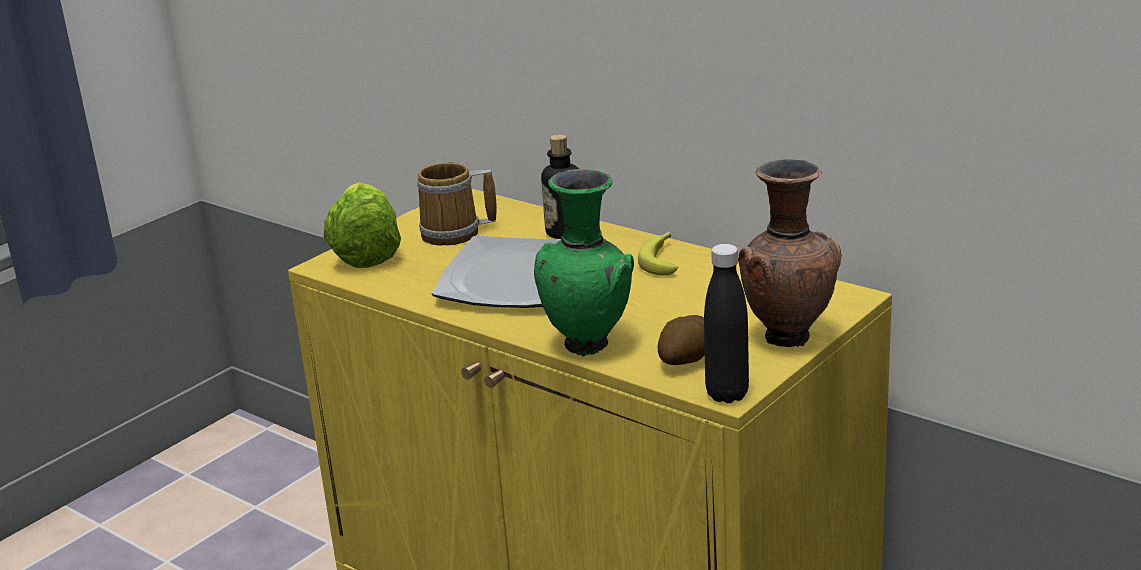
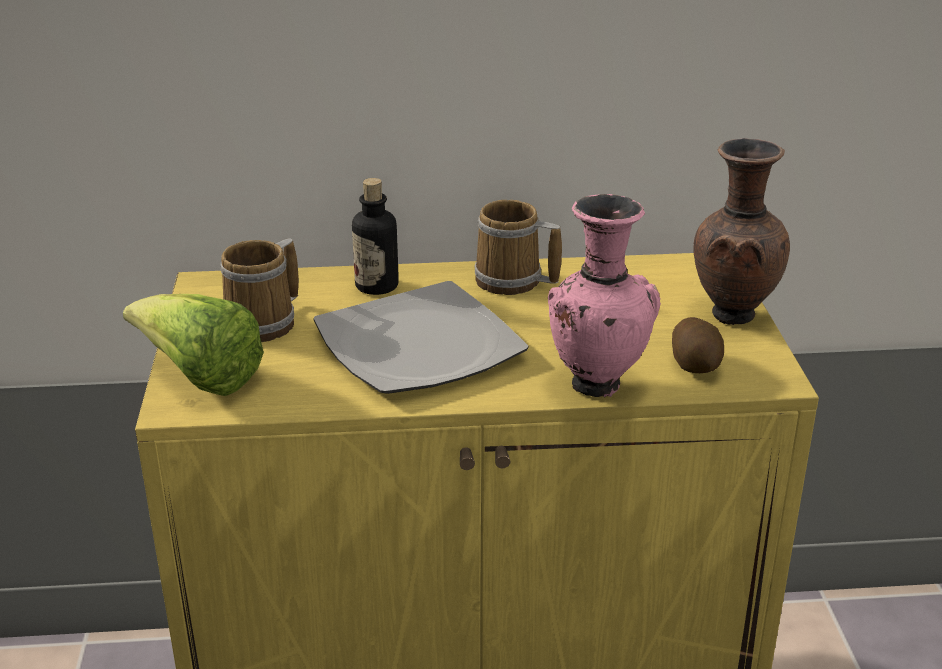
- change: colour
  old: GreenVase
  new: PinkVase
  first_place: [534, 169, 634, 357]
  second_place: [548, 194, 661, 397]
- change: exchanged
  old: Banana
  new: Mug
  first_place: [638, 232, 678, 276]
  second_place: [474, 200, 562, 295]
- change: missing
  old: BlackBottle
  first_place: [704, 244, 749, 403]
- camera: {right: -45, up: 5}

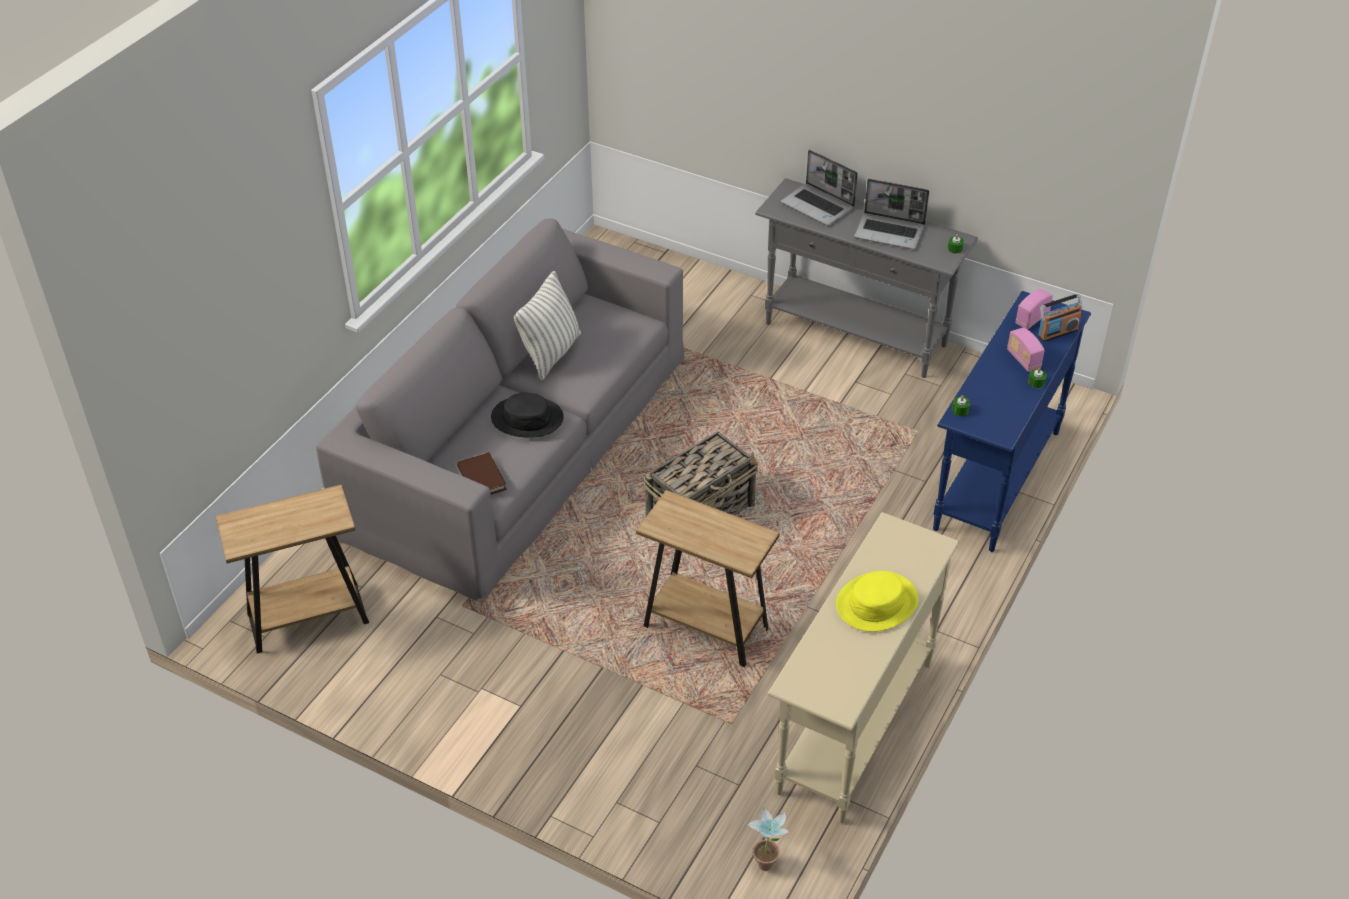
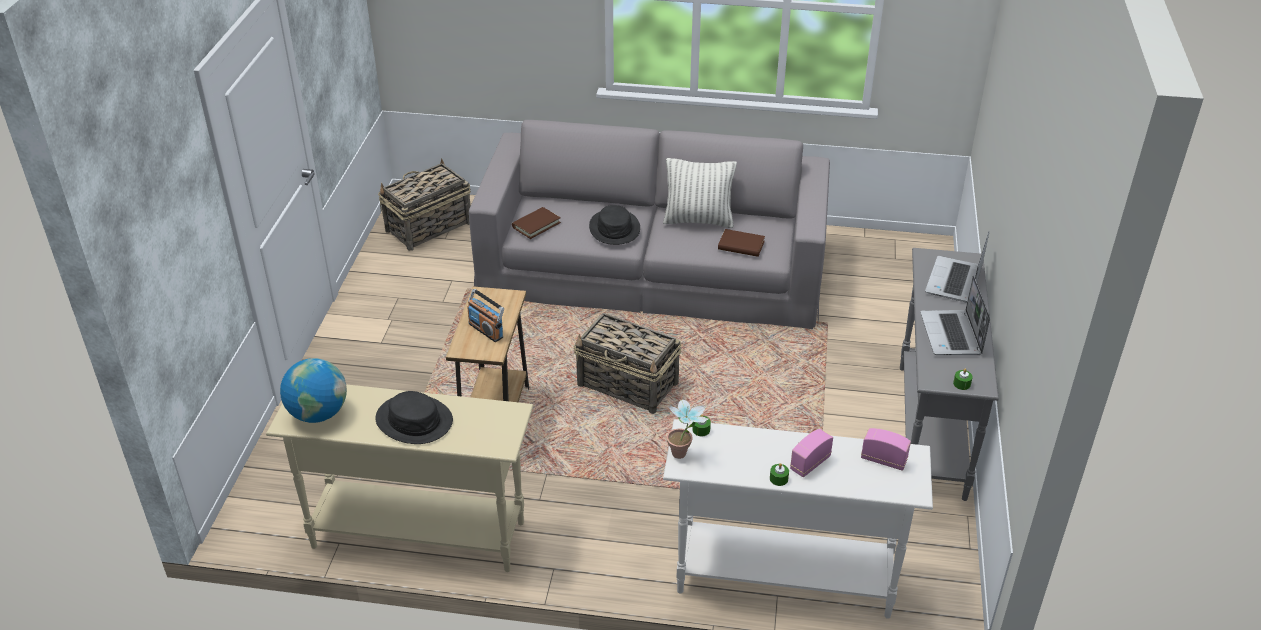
- change: colour
  old: BlueConsoleTable
  new: WhiteConsoleTable
  first_place: [933, 291, 1091, 552]
  second_place: [663, 419, 933, 619]
- change: relocated
  old: Radio
  first_place: [1038, 294, 1082, 342]
  second_place: [467, 289, 504, 342]
- change: exchanged
  old: BrownSideTable
  new: Basket
  first_place: [216, 485, 369, 654]
  second_place: [378, 158, 471, 251]
- change: colour
  old: YellowHat
  new: BlackHat
  first_place: [836, 571, 918, 632]
  second_place: [375, 391, 453, 444]
- change: relocated
  old: PottedPlant
  first_place: [748, 807, 789, 871]
  second_place: [667, 400, 709, 459]
- change: appeared
  new: BrownBook
  second_place: [718, 229, 765, 257]
- change: appeared
  new: Globe
  second_place: [280, 358, 347, 423]
- camera: {right: 70, up: -5}

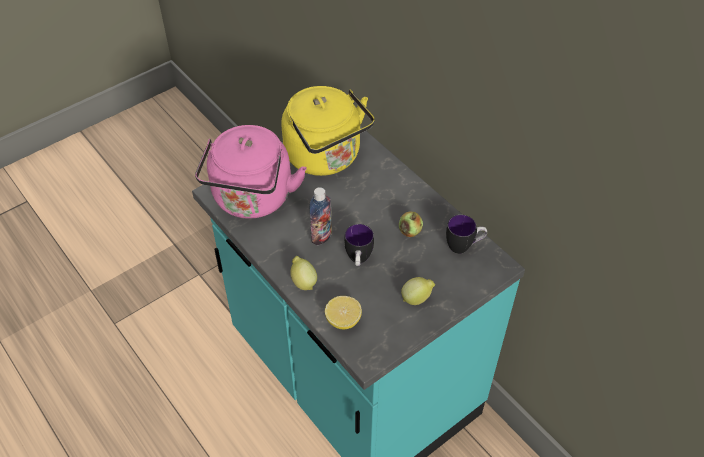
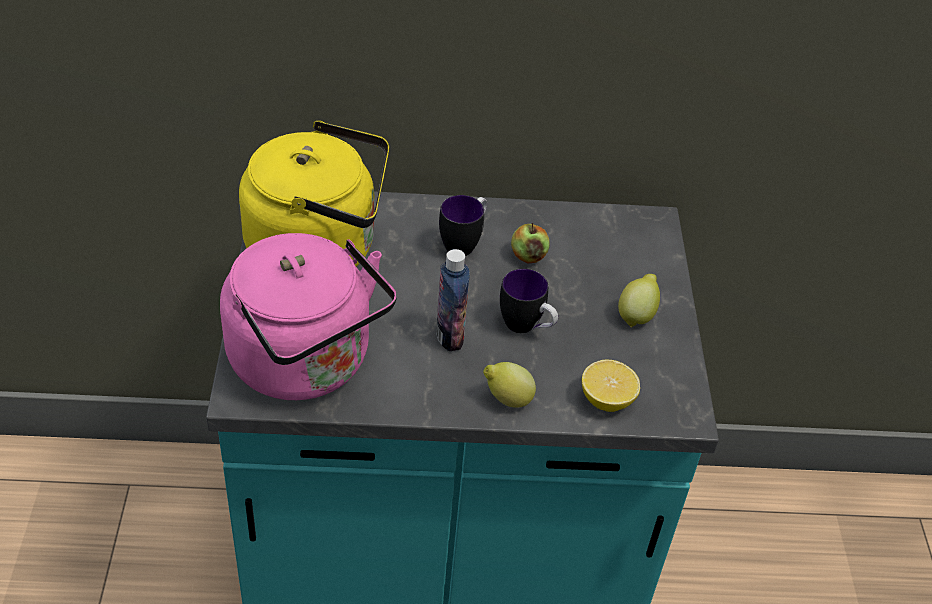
- change: relocated
  old: Mug
  first_place: [446, 215, 487, 254]
  second_place: [439, 195, 487, 256]
- camera: {right: -55, up: -5}

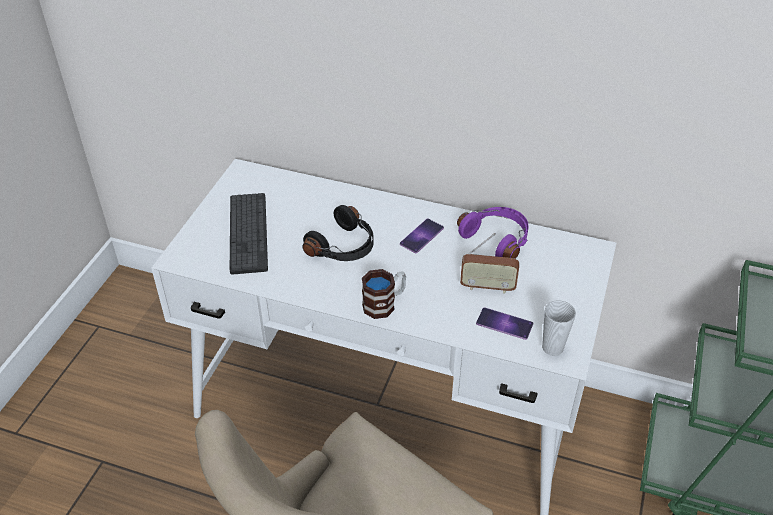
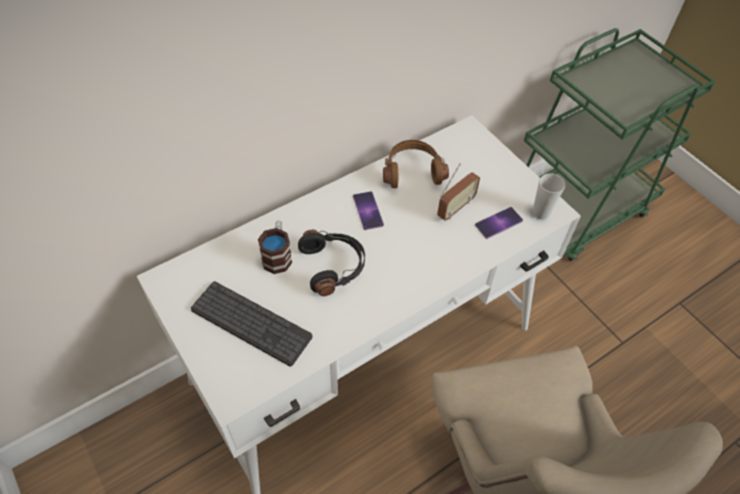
- change: colour
  old: PurpleHeadphones
  new: BrownHeadphones
  first_place: [457, 207, 529, 259]
  second_place: [383, 140, 449, 188]
- change: relocated
  old: Mug
  first_place: [362, 269, 406, 319]
  second_place: [258, 221, 292, 274]
- camera: {right: -55, up: 10}

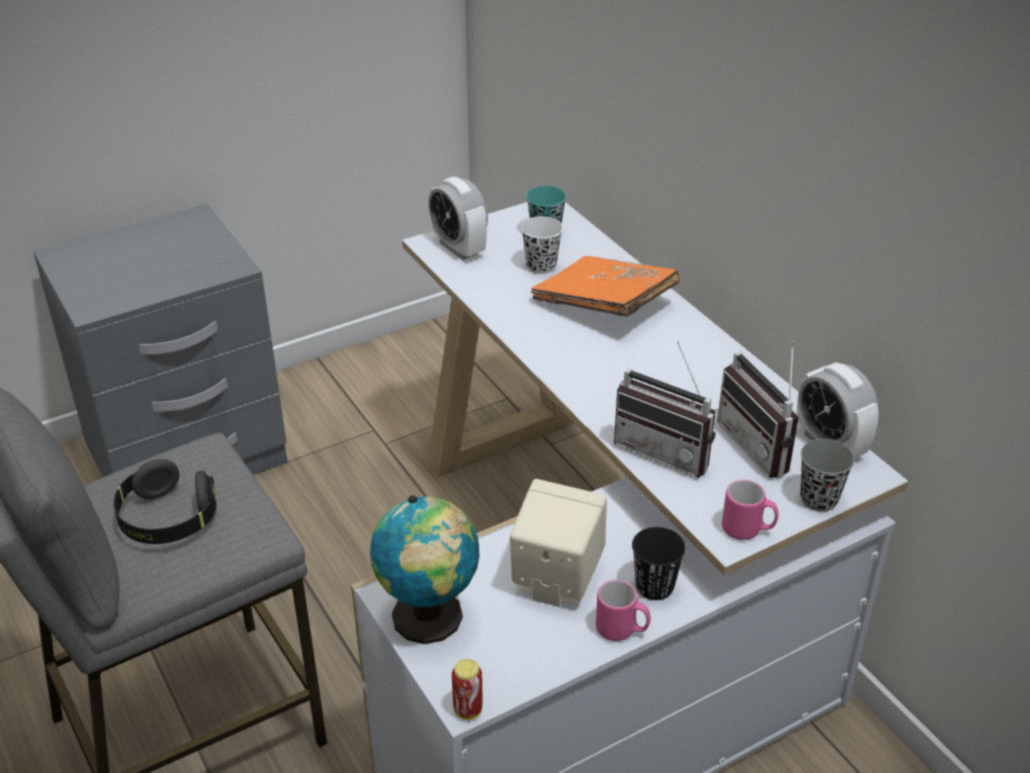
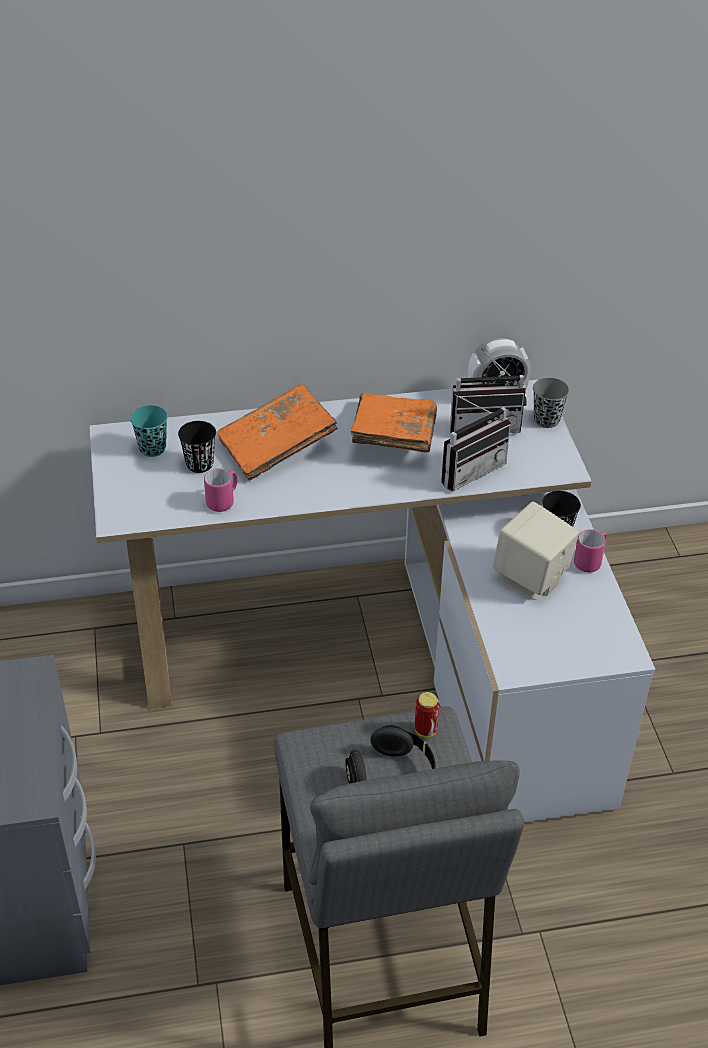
- change: missing
  old: AlarmClock
  first_place: [428, 177, 488, 260]
- change: colour
  old: WhiteCup
  new: BlackCup
  first_place: [521, 216, 563, 274]
  second_place: [178, 421, 216, 473]
- change: relocated
  old: PinkMug
  first_place: [722, 480, 779, 540]
  second_place: [204, 469, 238, 512]
- change: missing
  old: Globe
  first_place: [370, 495, 479, 644]
- change: relocated
  old: Can
  first_place: [452, 659, 482, 720]
  second_place: [415, 692, 440, 737]
- change: appeared
  new: OrangeBook
  second_place: [351, 392, 437, 453]
- camera: {right: -70, up: 5}

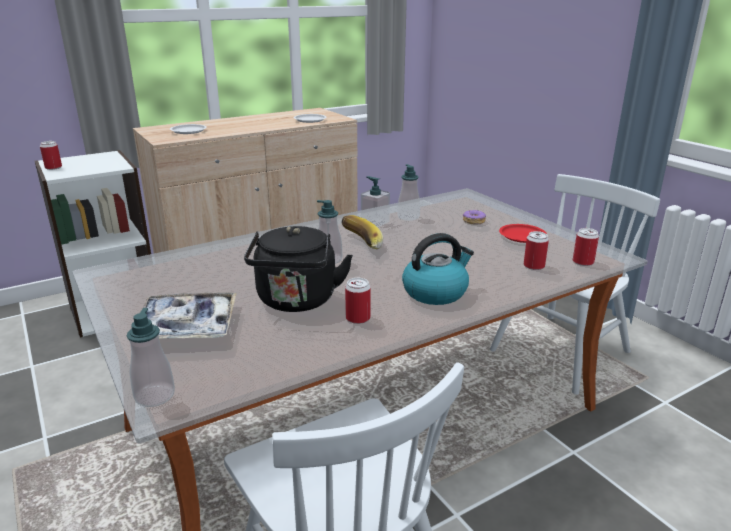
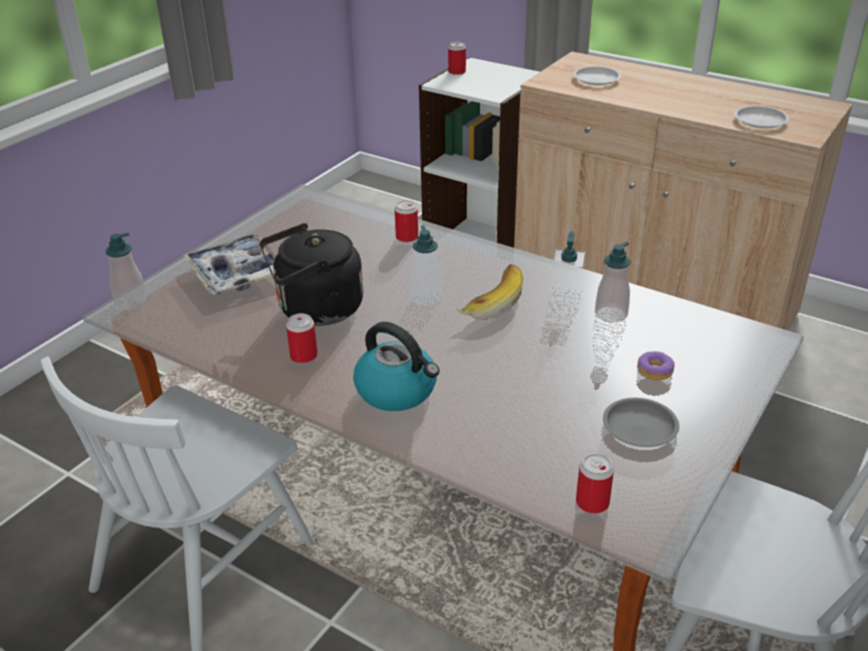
- change: colour
  old: RedPlate
  new: GreyPlate
  first_place: [499, 224, 547, 243]
  second_place: [603, 398, 679, 447]
- change: relocated
  old: Can
  first_place: [524, 231, 549, 270]
  second_place: [395, 200, 418, 242]
- camera: {right: 65, up: 10}

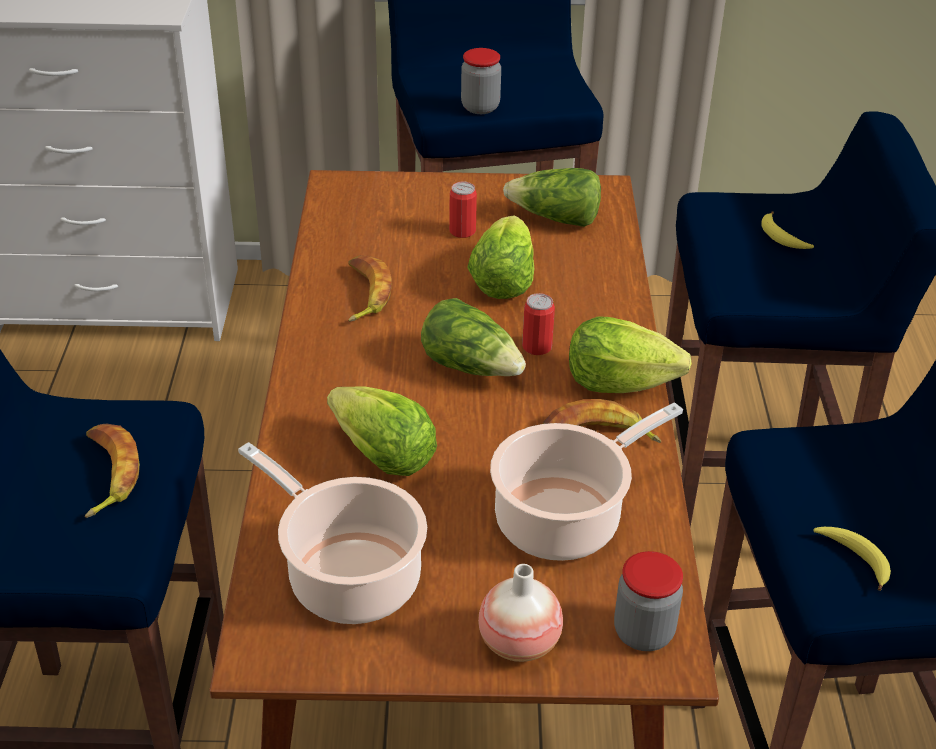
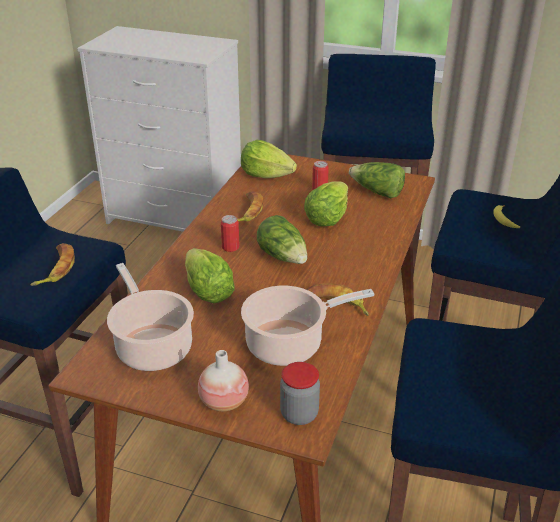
- change: missing
  old: Jar
  first_place: [461, 48, 501, 114]
- change: relocated
  old: Can
  first_place: [522, 293, 555, 355]
  second_place: [221, 215, 240, 252]
- change: relocated
  old: Lettuce
  first_place: [569, 316, 692, 393]
  second_place: [241, 140, 297, 178]
- change: missing
  old: Banana
  first_place: [813, 527, 891, 591]
- camera: {right: 20, up: -5}

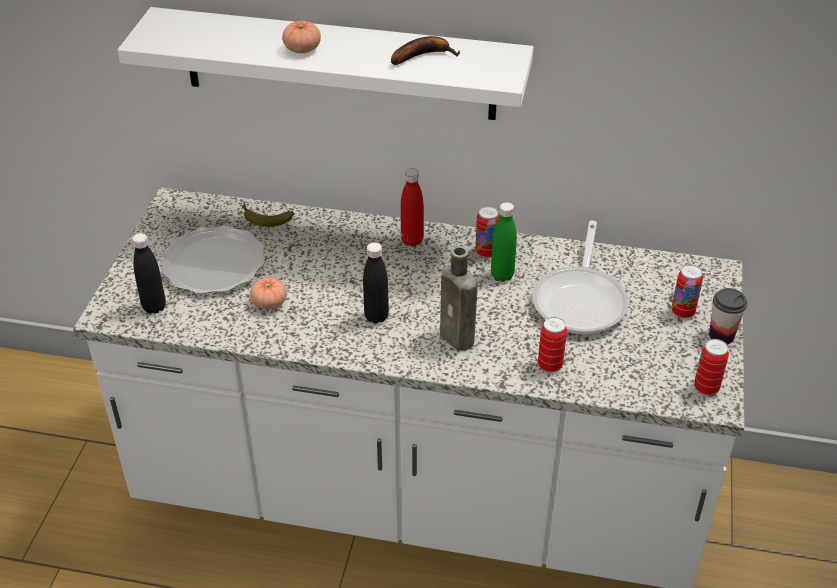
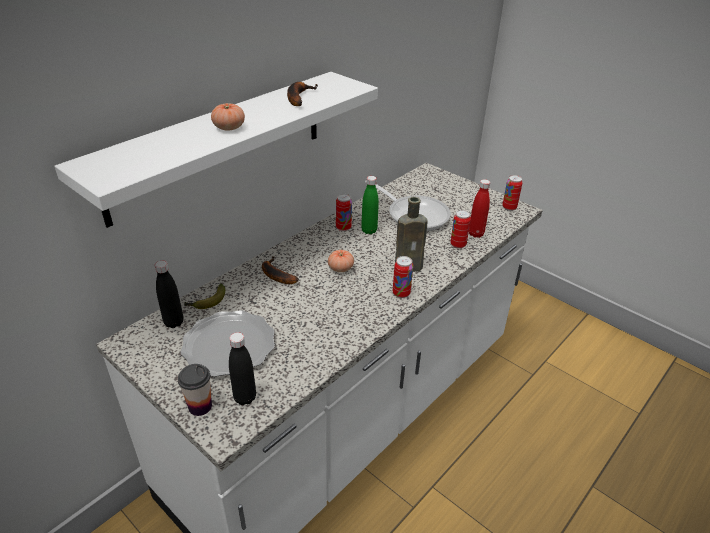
- change: relocated
  old: RedBottle
  first_place: [401, 169, 424, 247]
  second_place: [469, 179, 490, 238]
- change: relocated
  old: BlackBottle
  first_place: [363, 242, 389, 323]
  second_place: [155, 261, 183, 328]
- change: relocated
  old: Can
  first_place: [672, 265, 703, 319]
  second_place: [393, 256, 413, 298]
- change: relocated
  old: Tomato
  first_place: [250, 277, 287, 310]
  second_place: [328, 250, 354, 272]
- change: relocated
  old: Cup
  first_place: [709, 288, 748, 344]
  second_place: [178, 364, 212, 416]
- change: appeared
  new: Banana
  second_place: [262, 256, 299, 284]
- camera: {right: -60, up: -5}

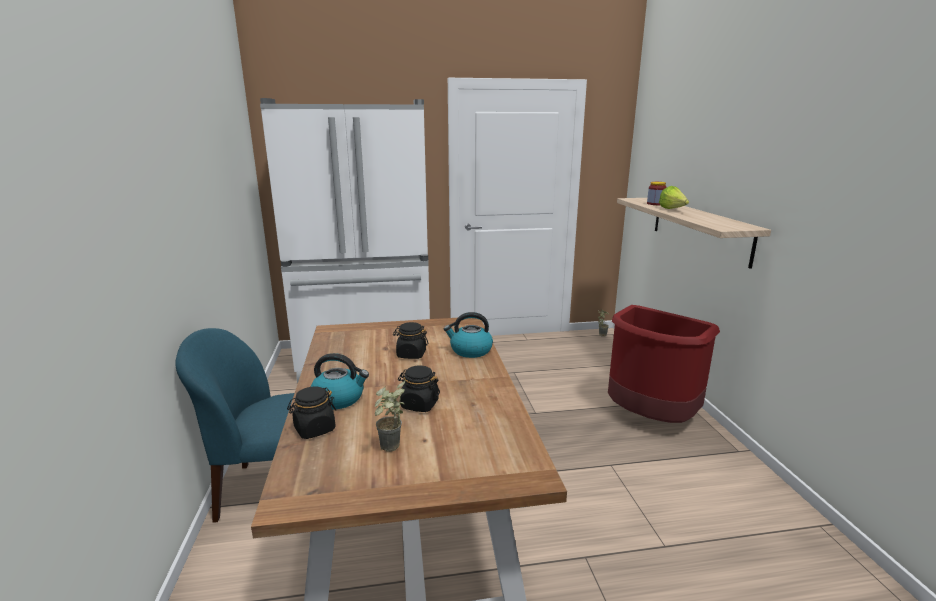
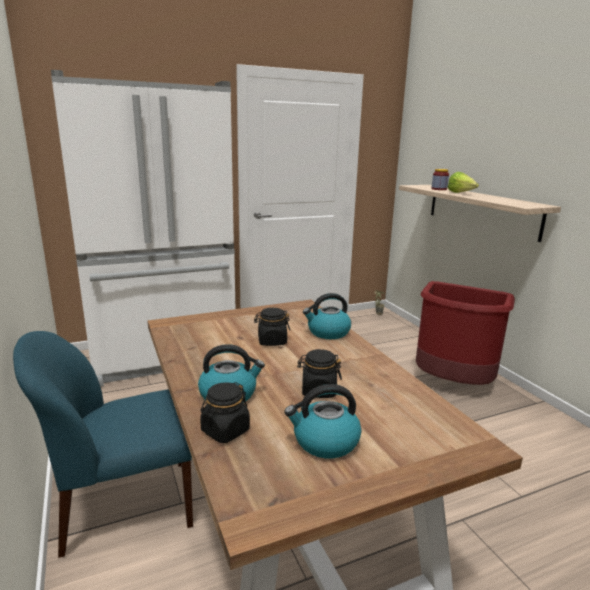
- change: exchanged
  old: PottedPlant
  new: Kettle
  first_place: [375, 379, 406, 452]
  second_place: [284, 384, 362, 459]
- camera: {right: -15, up: 0}

